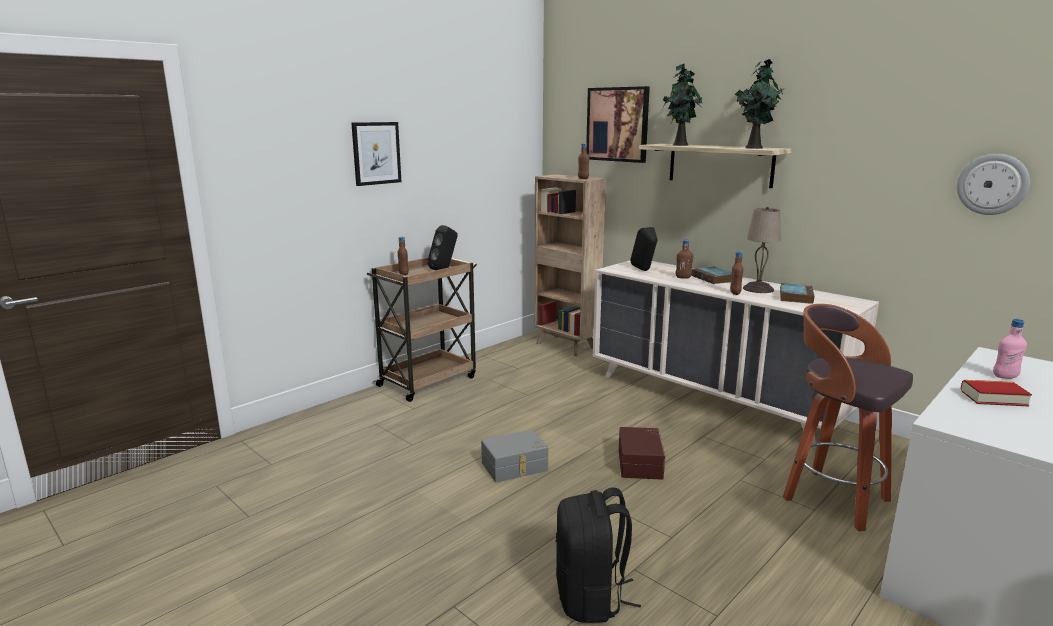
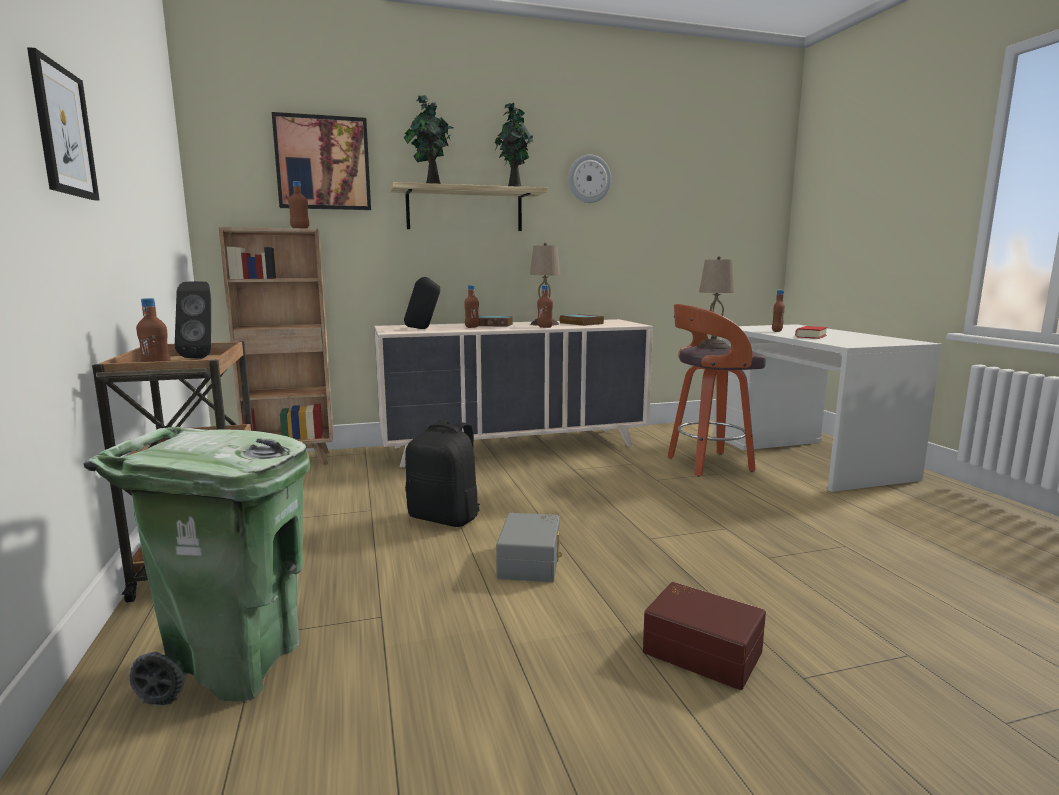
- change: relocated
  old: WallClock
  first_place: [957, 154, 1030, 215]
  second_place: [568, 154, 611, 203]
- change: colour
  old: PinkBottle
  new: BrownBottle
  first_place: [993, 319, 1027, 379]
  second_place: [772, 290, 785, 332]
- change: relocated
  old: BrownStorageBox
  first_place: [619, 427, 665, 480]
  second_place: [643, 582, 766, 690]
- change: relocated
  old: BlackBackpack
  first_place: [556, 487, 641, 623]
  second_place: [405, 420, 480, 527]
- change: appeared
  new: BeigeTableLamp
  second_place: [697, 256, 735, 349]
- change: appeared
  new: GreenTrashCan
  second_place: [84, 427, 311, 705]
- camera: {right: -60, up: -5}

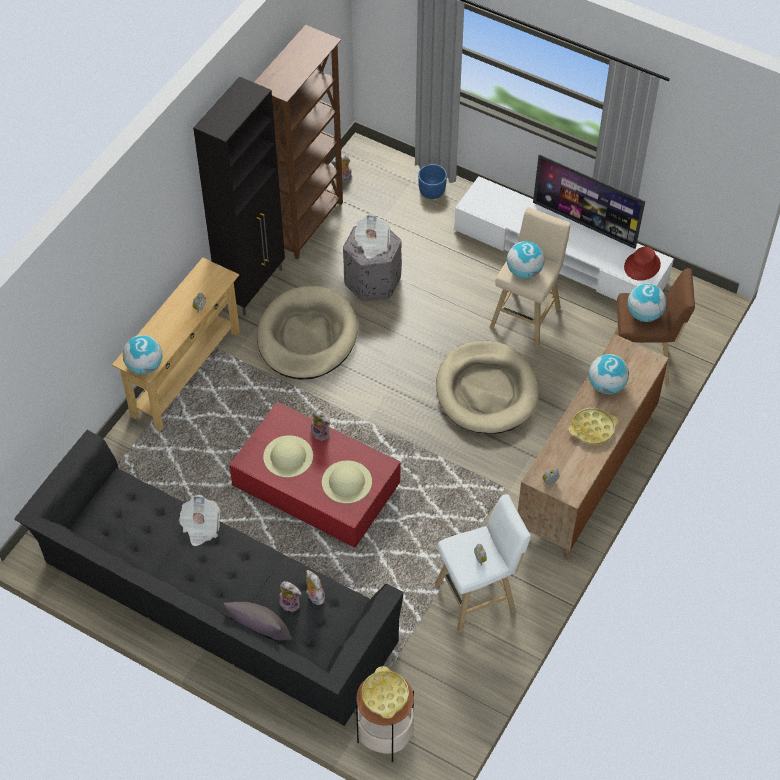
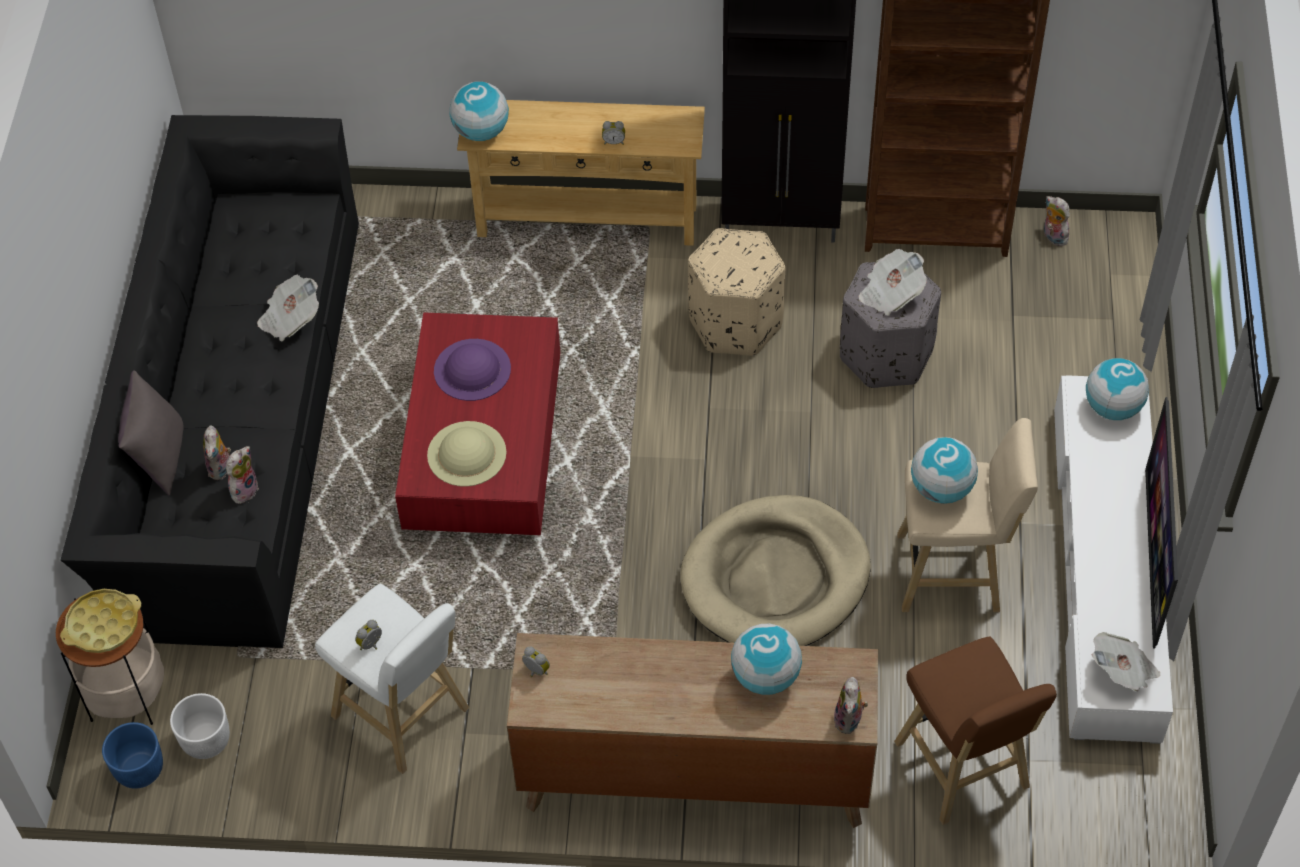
- change: relocated
  old: BluePlanter
  first_place: [418, 164, 447, 199]
  second_place: [102, 722, 163, 789]
- change: exchanged
  old: RedHat
  new: Newspaper
  first_place: [624, 247, 661, 281]
  second_place: [1092, 632, 1160, 691]
- change: relocated
  old: Globe
  first_place: [627, 283, 666, 322]
  second_place: [1086, 358, 1149, 420]
- change: exchanged
  old: BeigeDogBed
  new: BeigeOttoman
  first_place: [257, 286, 358, 380]
  second_place: [688, 228, 785, 356]
- change: missing
  old: YellowTray
  first_place: [568, 408, 618, 445]
- change: relocated
  old: PlushToy
  first_place: [311, 410, 331, 441]
  second_place: [834, 677, 868, 734]
- change: colour
  old: BeigeHat
  new: PurpleHat
  first_place: [263, 435, 313, 478]
  second_place: [434, 339, 511, 401]
- change: appeared
  new: WhitePlanter
  second_place: [170, 693, 230, 759]
- camera: {right: 65, up: 0}

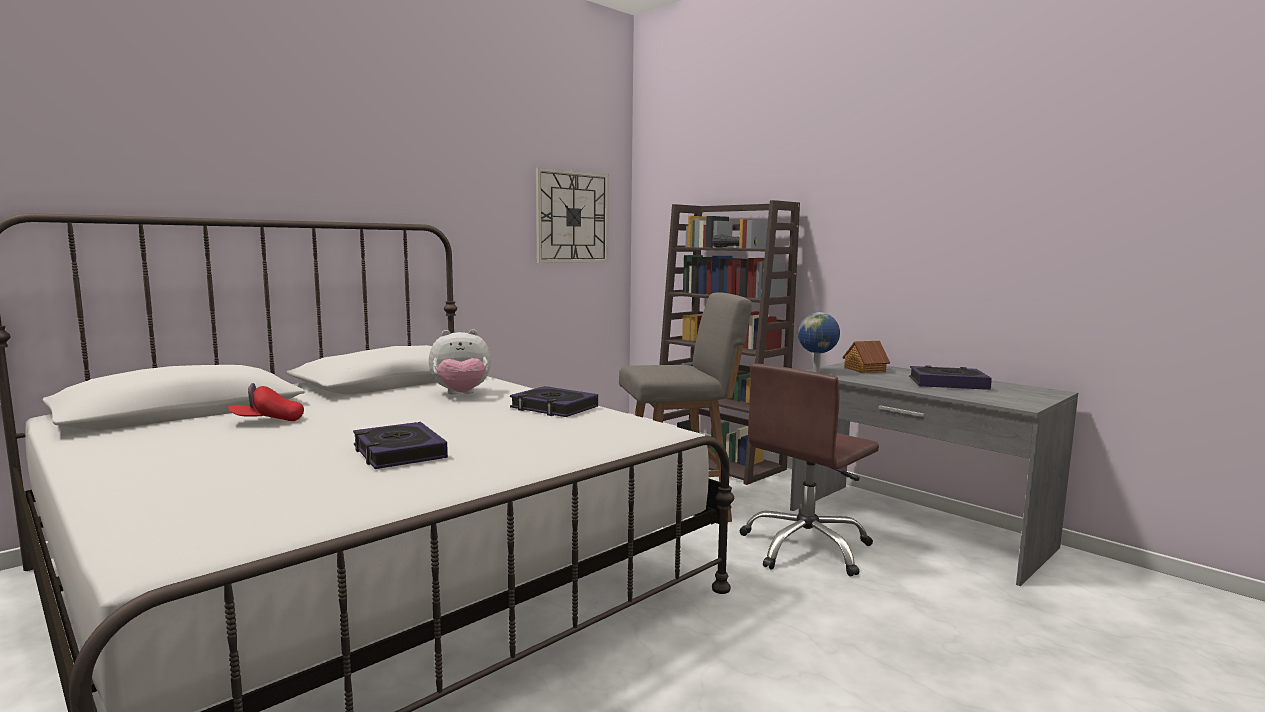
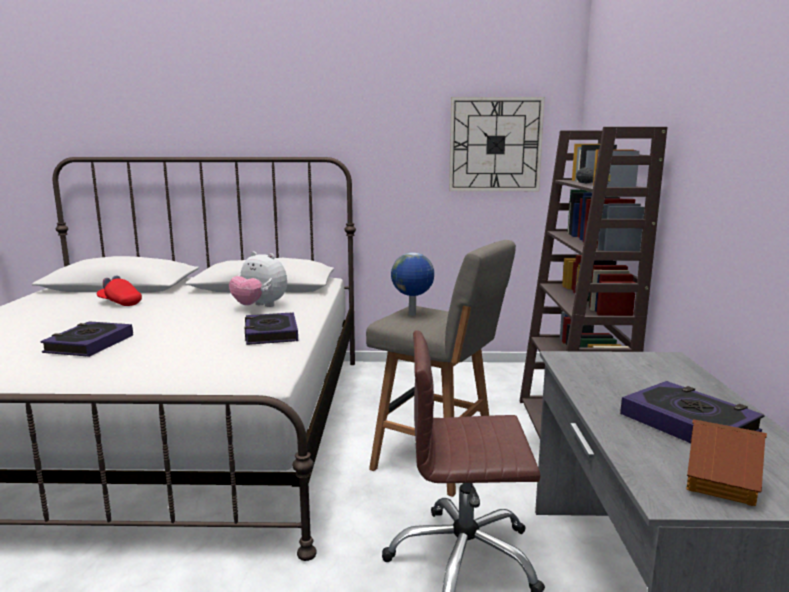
- change: relocated
  old: Globe
  first_place: [798, 312, 840, 373]
  second_place: [391, 252, 434, 316]
- change: relocated
  old: ToyHouse
  first_place: [842, 341, 890, 373]
  second_place: [686, 419, 767, 506]
- camera: {right: 45, up: 5}

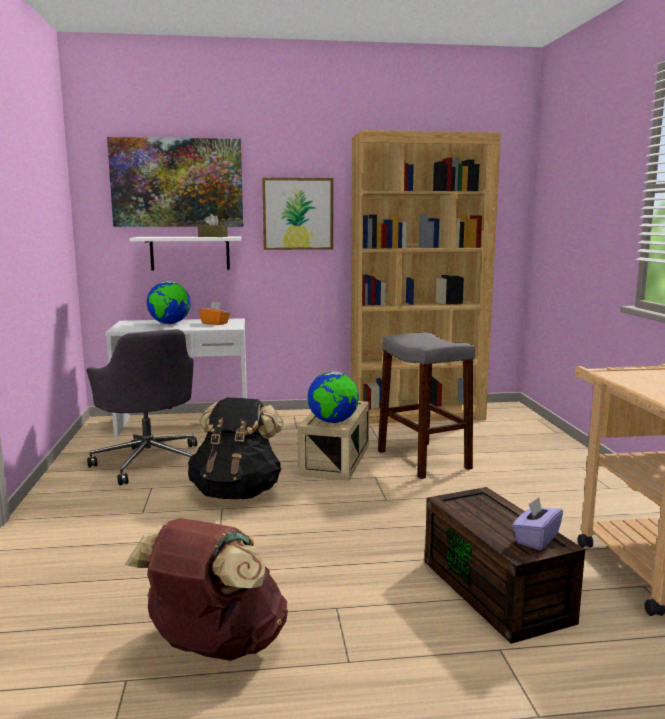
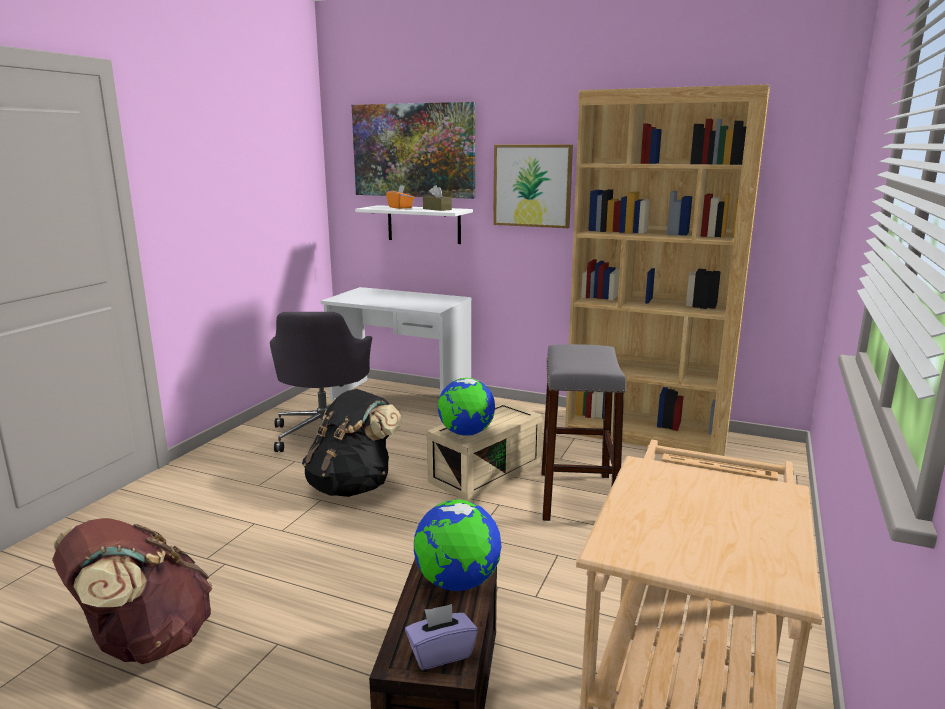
- change: relocated
  old: Globe
  first_place: [147, 281, 191, 324]
  second_place: [414, 499, 501, 591]
- change: relocated
  old: OrangeTissueBox
  first_place: [199, 302, 230, 325]
  second_place: [386, 185, 414, 209]
- camera: {right: 30, up: 5}

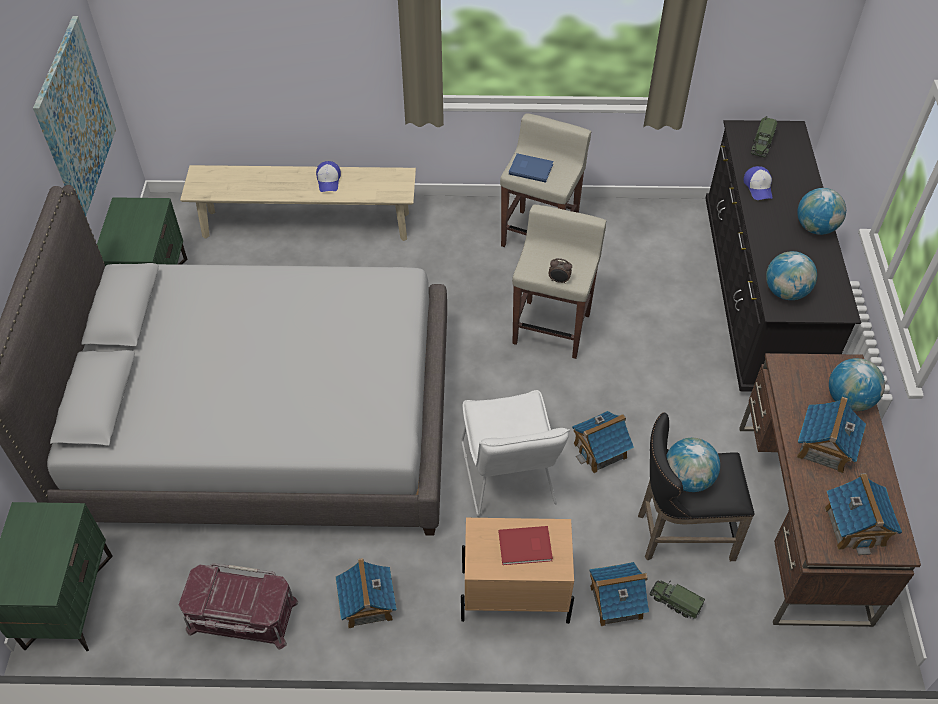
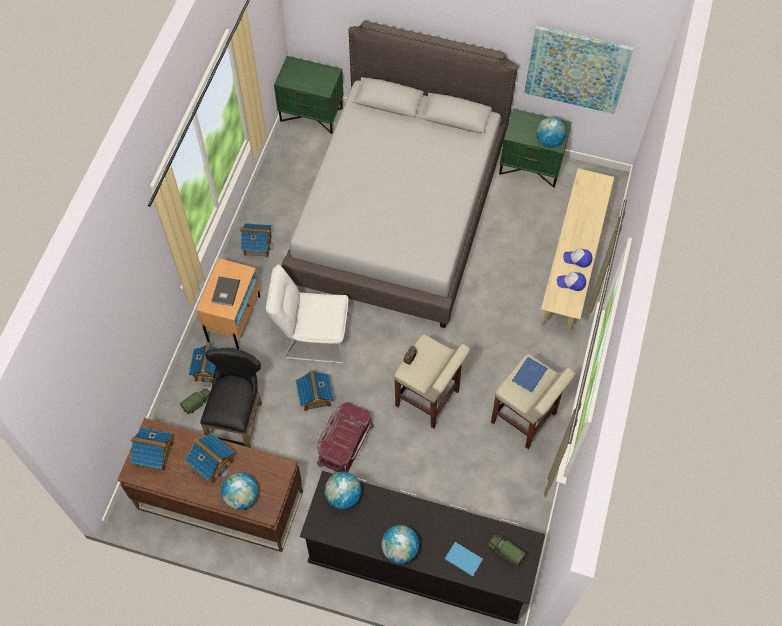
- change: relocated
  old: Cap
  first_place: [744, 166, 772, 200]
  second_place: [557, 272, 586, 291]
- change: relocated
  old: Globe
  first_place: [666, 438, 720, 492]
  second_place: [536, 117, 567, 148]
- change: colour
  old: RedBook
  new: GreyBook
  first_place: [499, 526, 553, 565]
  second_place: [212, 276, 240, 306]
- change: relocated
  old: RedStorageBox
  first_place: [179, 563, 298, 650]
  second_place: [316, 402, 374, 473]
- change: appeared
  new: BlueBook
  second_place: [445, 542, 483, 576]
- camera: {right: 105, up: 10}

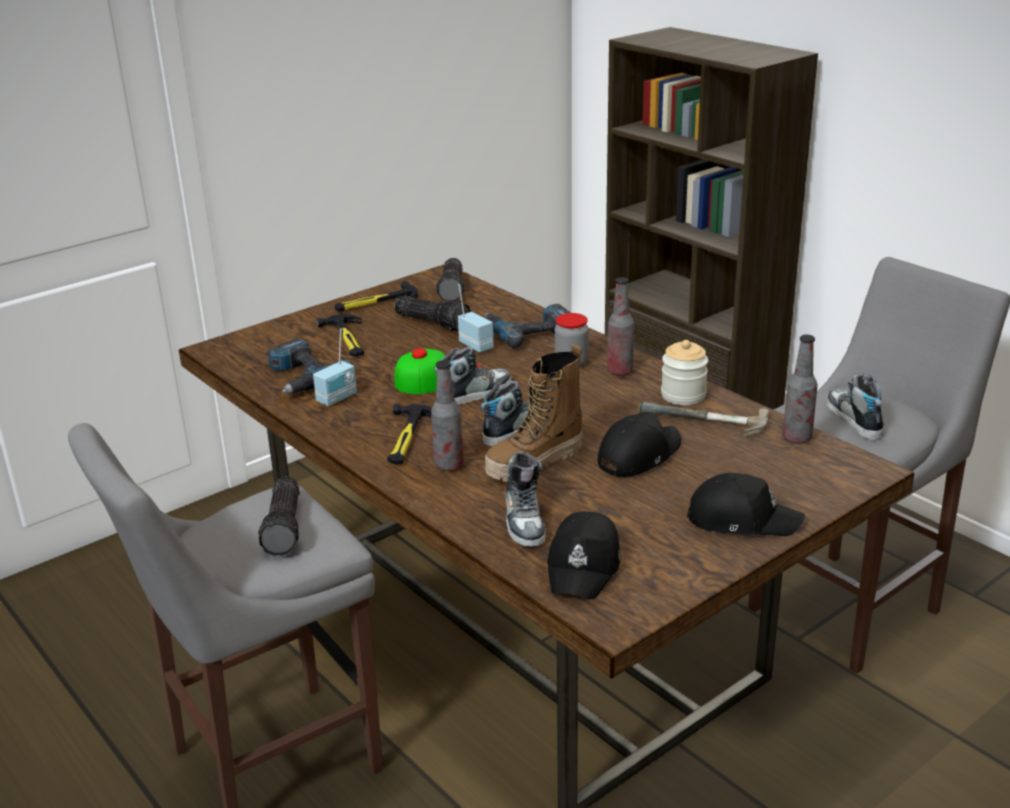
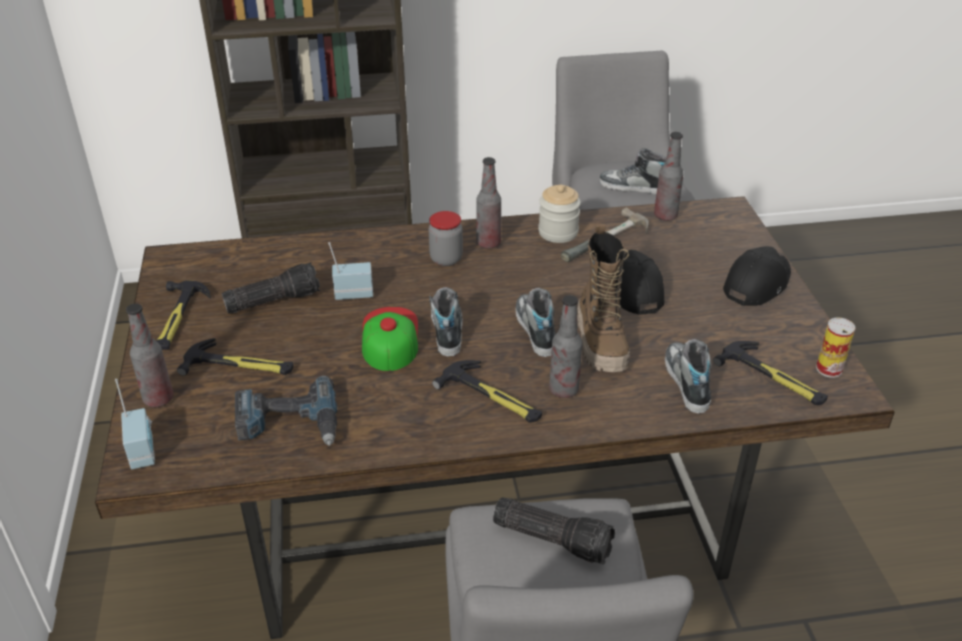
- change: missing
  old: Flashlight
  first_place: [436, 258, 464, 302]
- change: missing
  old: PowerDrill
  first_place: [485, 304, 570, 348]
- change: relocated
  old: Radio
  first_place: [313, 329, 357, 406]
  second_place: [115, 379, 155, 469]
- change: spun
  old: Shoe
  first_place: [506, 452, 546, 547]
  second_place: [665, 339, 711, 414]
  degrees: -120
- change: exchanged
  old: BlackCap
  new: Hammer
  first_place: [547, 511, 620, 599]
  second_place: [713, 341, 828, 405]
- change: appeared
  new: Bottle
  second_place: [126, 304, 174, 407]
- change: appeared
  new: Can
  second_place: [816, 317, 856, 378]
- camera: {right: -60, up: 10}

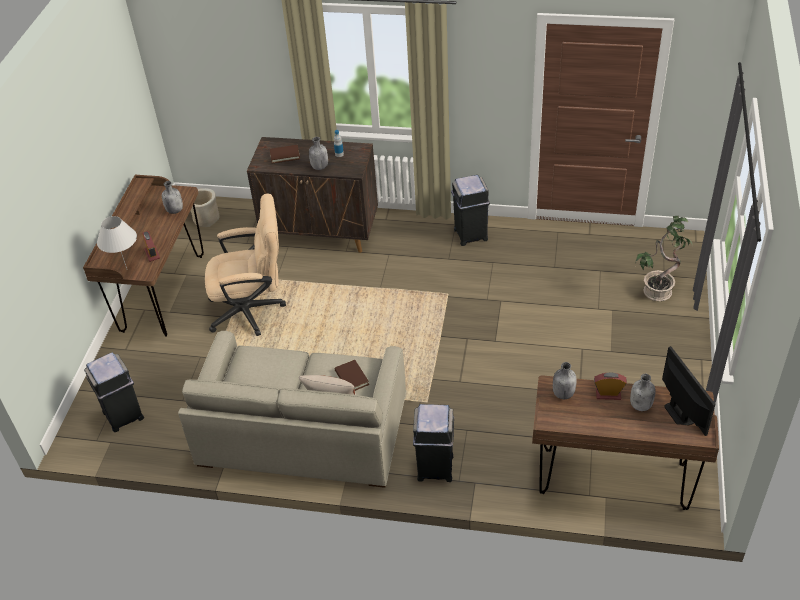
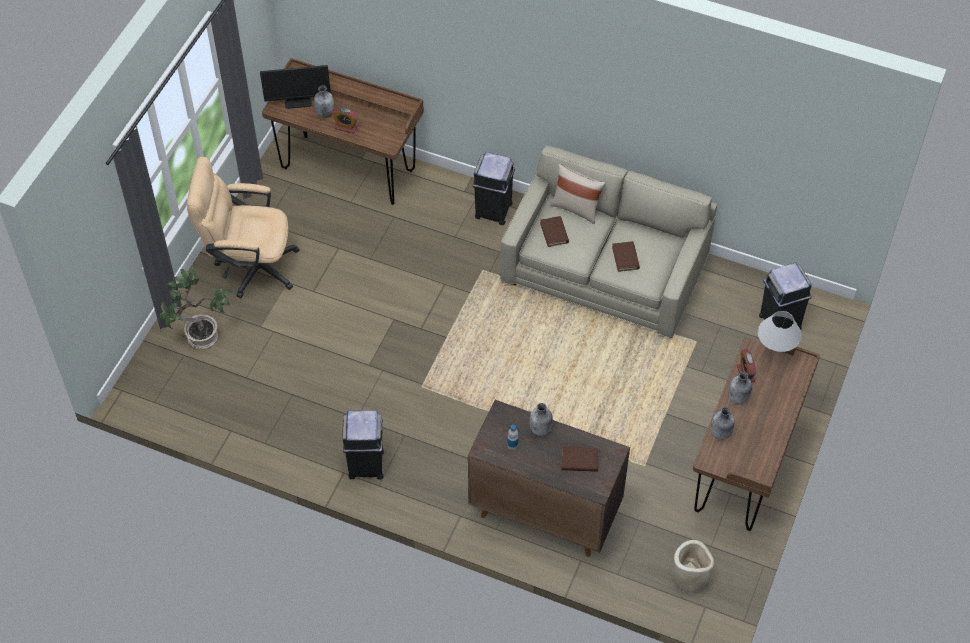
- change: relocated
  old: BeigeOfficeChair
  first_place: [205, 194, 286, 336]
  second_place: [187, 156, 300, 298]
- change: spun
  old: Monitor
  first_place: [662, 346, 715, 436]
  second_place: [260, 65, 331, 109]
  degrees: -90
- change: relocated
  old: GreyBottle
  first_place: [553, 362, 577, 399]
  second_place: [728, 372, 752, 405]
- change: appeared
  new: BrownBook
  second_place: [612, 241, 640, 272]
- camera: {right: -170, up: 10}

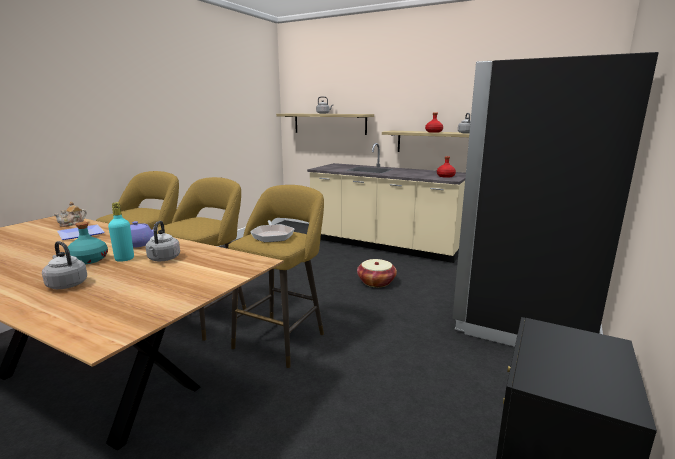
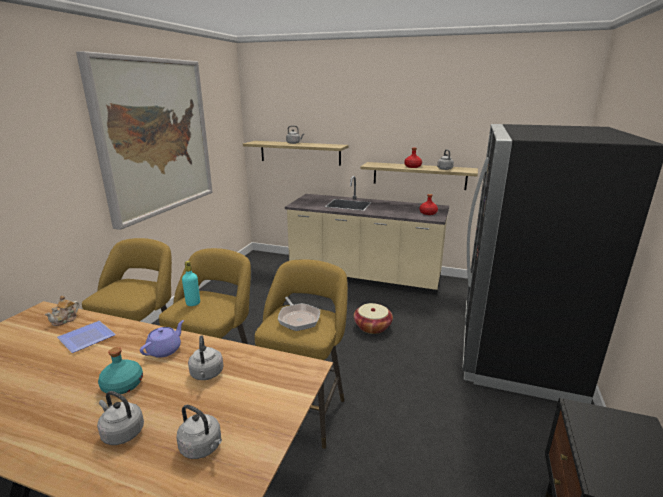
- change: relocated
  old: TurquoiseBottle
  first_place: [108, 202, 134, 262]
  second_place: [182, 261, 200, 306]
- change: appeared
  new: Picture
  second_place: [76, 51, 213, 230]
- change: appeared
  new: GreyKettle
  second_place: [177, 405, 222, 459]
- camera: {right: -10, up: 5}

